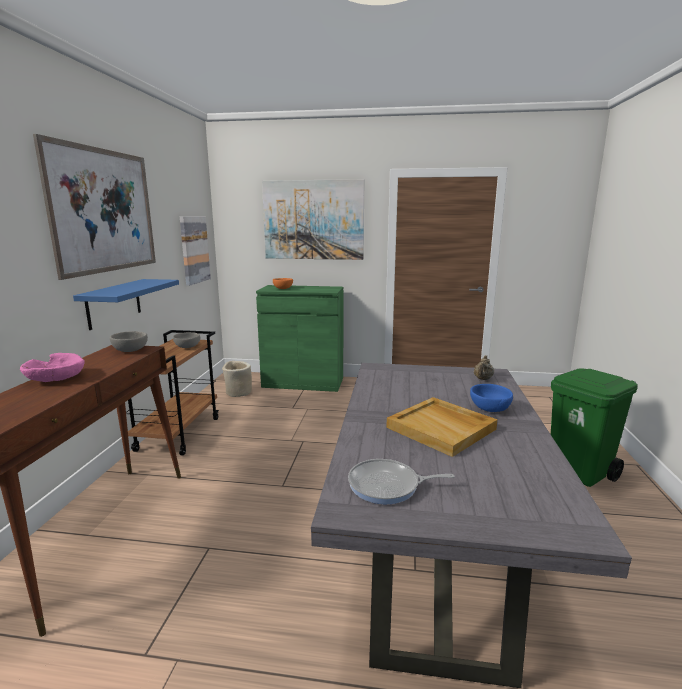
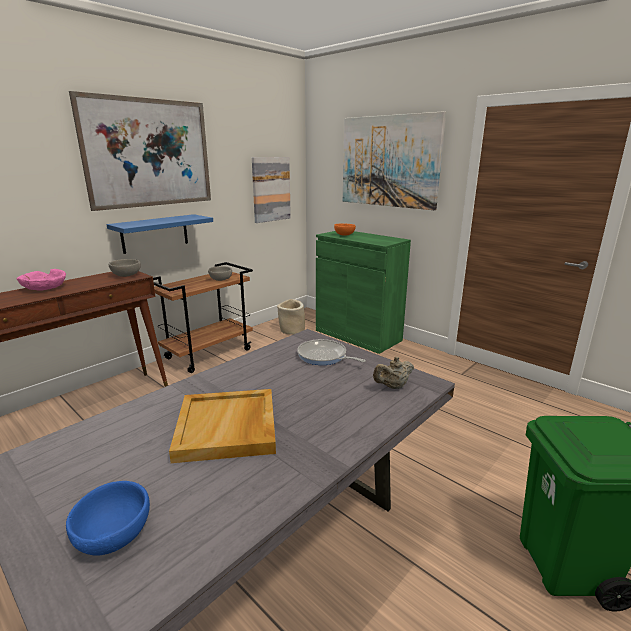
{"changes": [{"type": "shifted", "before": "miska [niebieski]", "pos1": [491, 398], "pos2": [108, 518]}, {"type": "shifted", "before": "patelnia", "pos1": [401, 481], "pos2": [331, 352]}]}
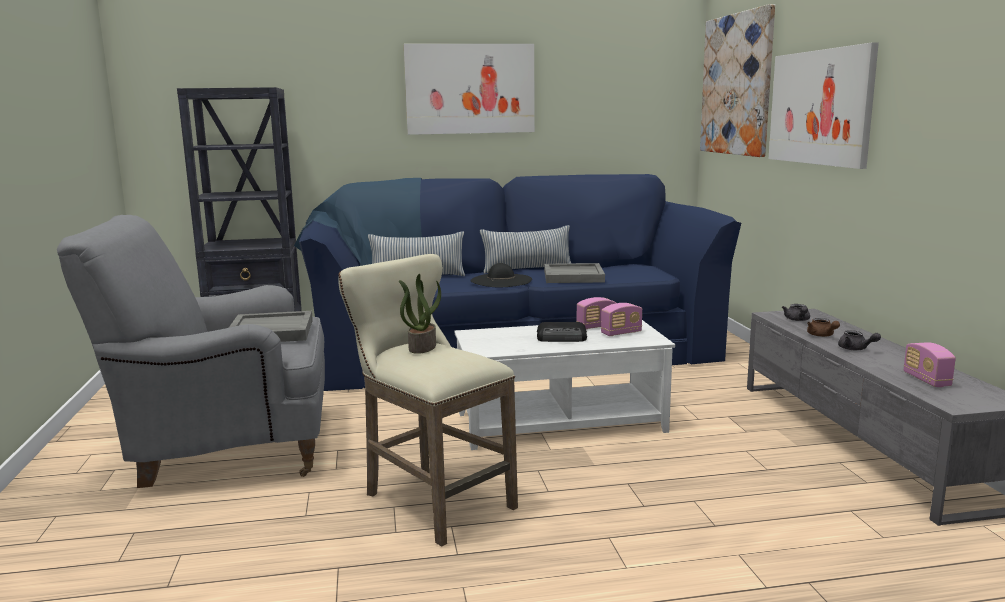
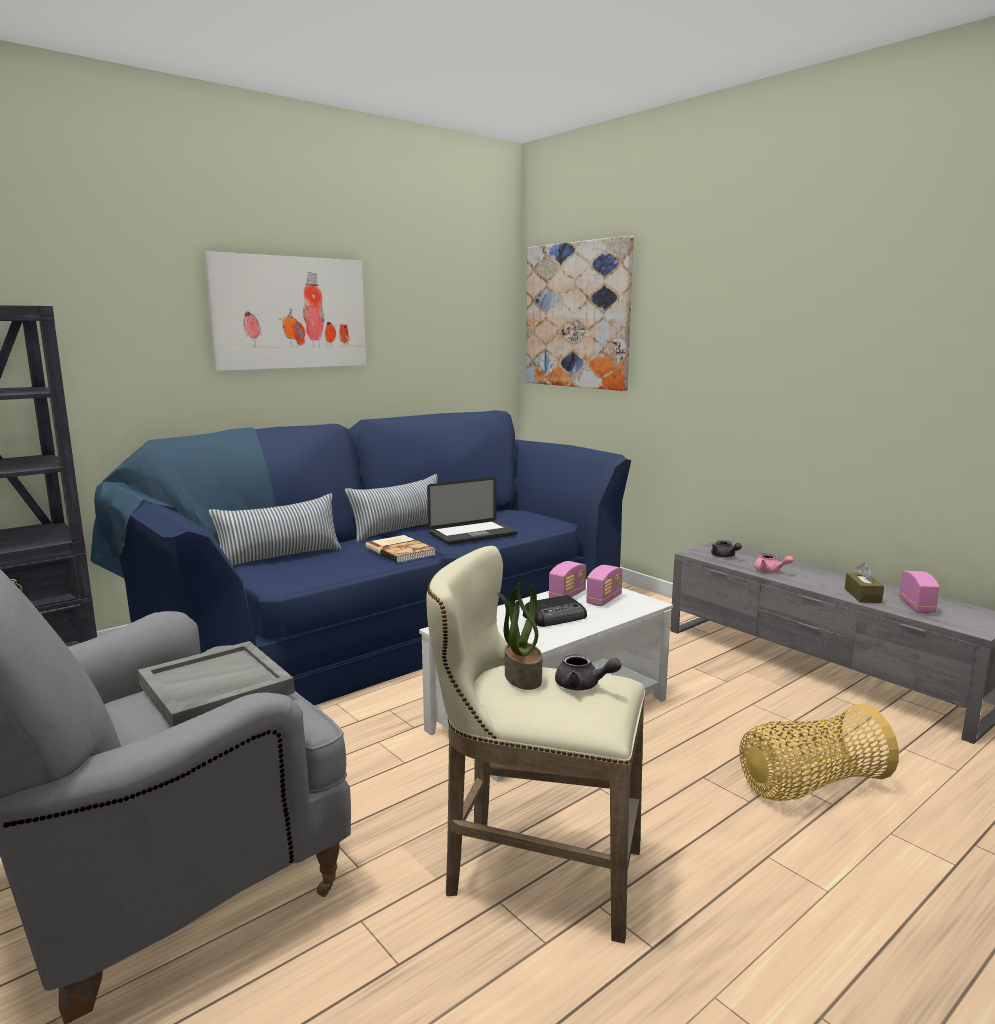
{"changes": [{"type": "gone", "before": "obraz", "pos1": [824, 105]}, {"type": "swapped", "before": "kapelusz [czarny]", "after": "książka", "pos1": [501, 275], "pos2": [401, 549]}, {"type": "swapped", "before": "taca [szary]", "after": "laptop", "pos1": [574, 273], "pos2": [472, 511]}, {"type": "repainted", "before": "imbryk [brązowy]", "after": "imbryk [różowy]", "pos1": [823, 327], "pos2": [773, 563]}, {"type": "shifted", "before": "imbryk [szary]", "pos1": [859, 340], "pos2": [588, 672]}, {"type": "rotated", "before": "radio", "pos1": [930, 364], "pos2": [919, 592], "turn": -135}, {"type": "new", "after": "pudełko chusteczek [brązowy]", "pos2": [864, 583]}, {"type": "new", "after": "koszyk", "pos2": [819, 752]}]}
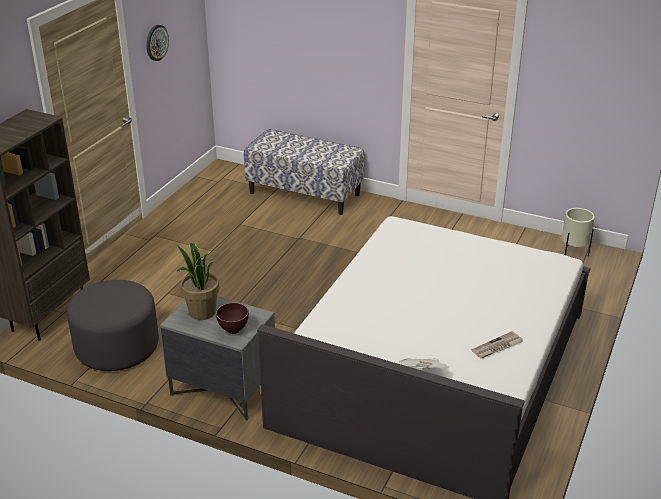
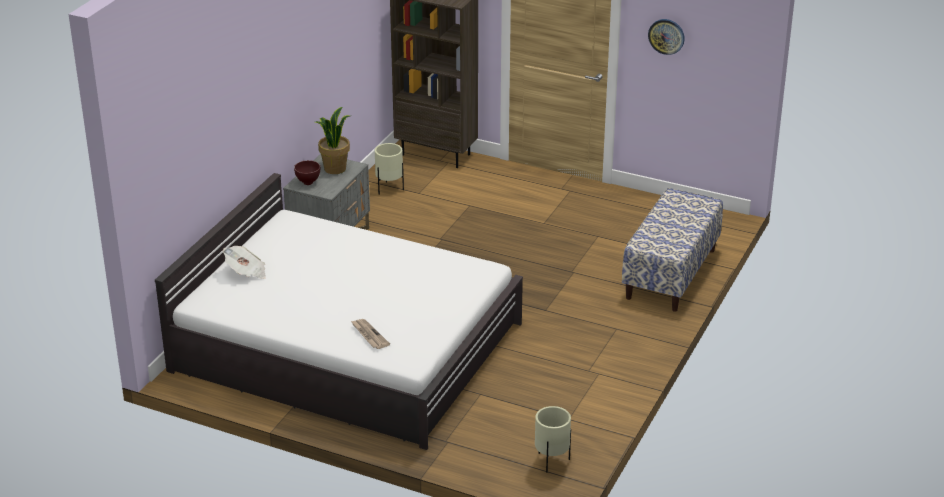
{"changes": [{"type": "swapped", "before": "pufa [szary]", "after": "donica [beżowy]", "pos1": [113, 325], "pos2": [389, 169]}, {"type": "shifted", "before": "gazeta", "pos1": [497, 344], "pos2": [370, 334]}]}
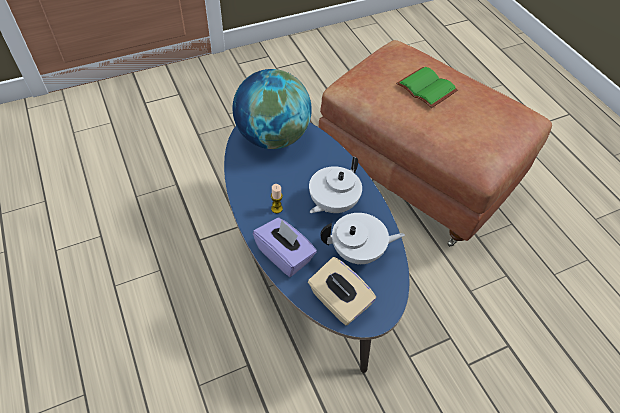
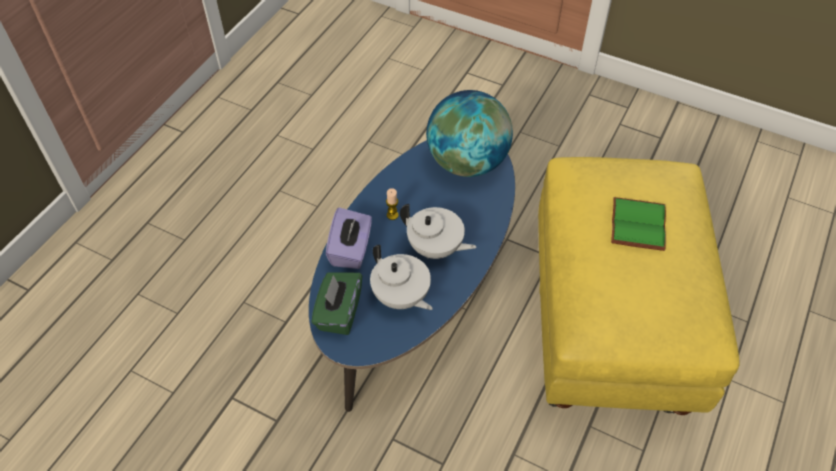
{"changes": [{"type": "repainted", "before": "pufa [brązowy]", "after": "pufa [żółty]", "pos1": [435, 143], "pos2": [639, 286]}, {"type": "rotated", "before": "imbryk [biały]", "pos1": [335, 184], "pos2": [438, 231], "turn": -150}, {"type": "repainted", "before": "pudełko chusteczek [beżowy]", "after": "pudełko chusteczek [zielony]", "pos1": [342, 291], "pos2": [336, 304]}]}
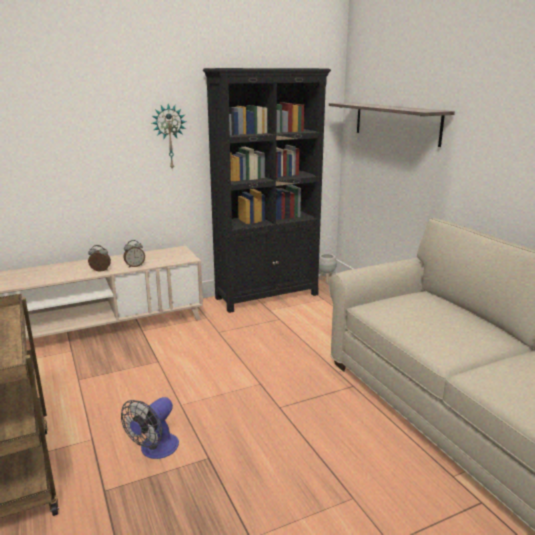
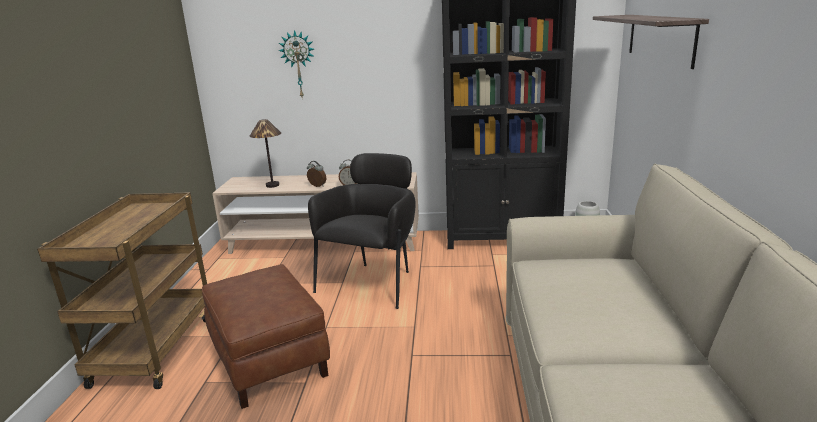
{"changes": [{"type": "shifted", "before": "zegar ścienny", "pos1": [169, 137], "pos2": [296, 63]}, {"type": "swapped", "before": "wentylator", "after": "pufa [brązowy]", "pos1": [150, 428], "pos2": [266, 336]}, {"type": "new", "after": "lampa stołowa", "pos2": [265, 153]}, {"type": "new", "after": "fotel [czarny]", "pos2": [362, 231]}]}
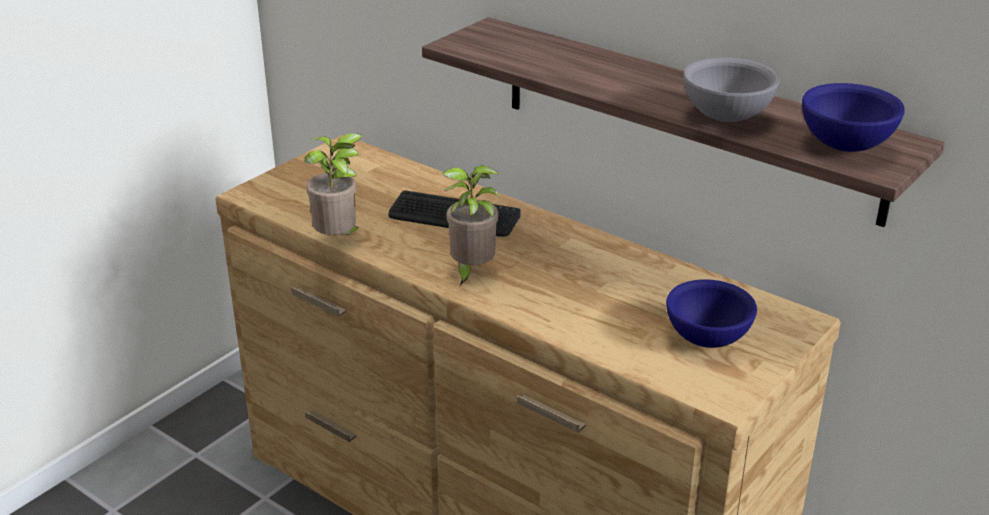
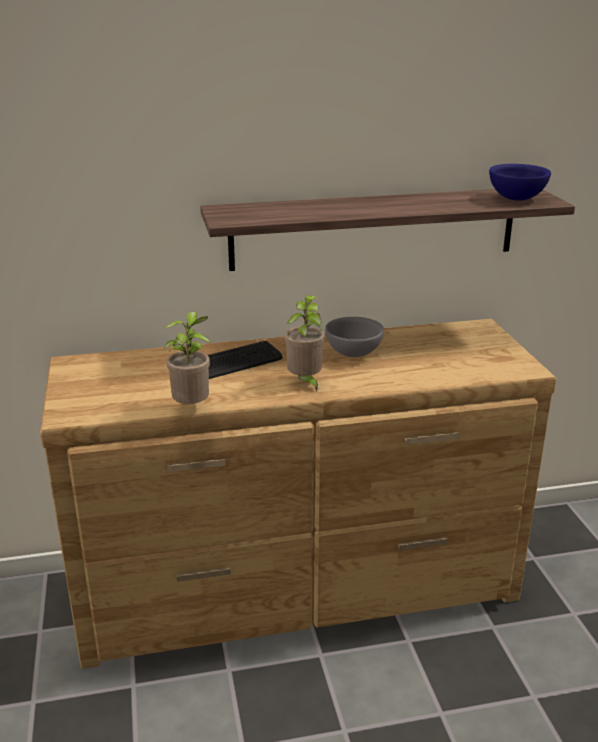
{"changes": [{"type": "shifted", "before": "miska [szary]", "pos1": [731, 90], "pos2": [354, 337]}, {"type": "gone", "before": "miska [niebieski]", "pos1": [711, 313]}]}
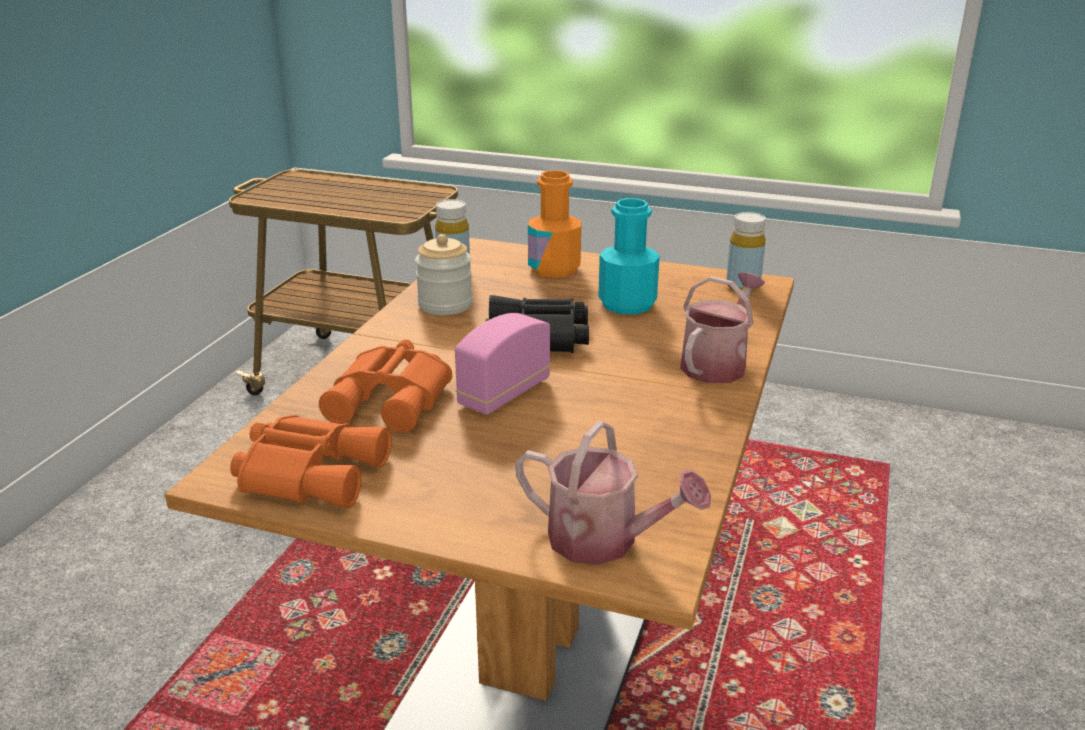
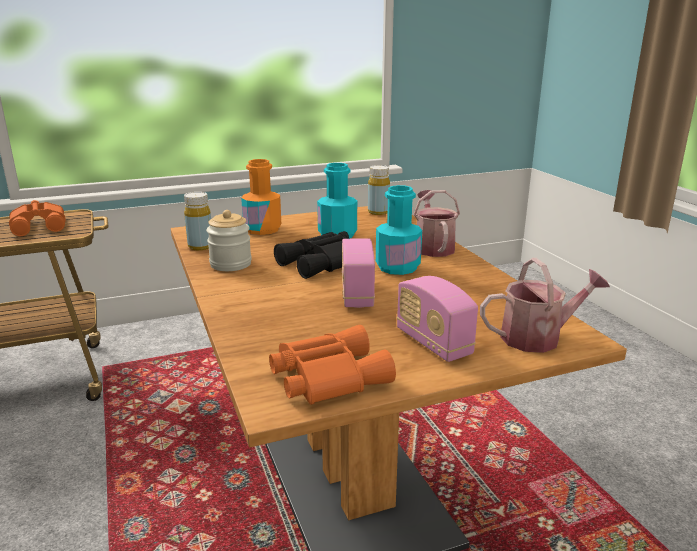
{"changes": [{"type": "shifted", "before": "lornetka [pomarańczowy]", "pos1": [385, 386], "pos2": [37, 218]}, {"type": "new", "after": "butelka [turkusowy]", "pos2": [399, 230]}, {"type": "new", "after": "radio", "pos2": [437, 319]}]}
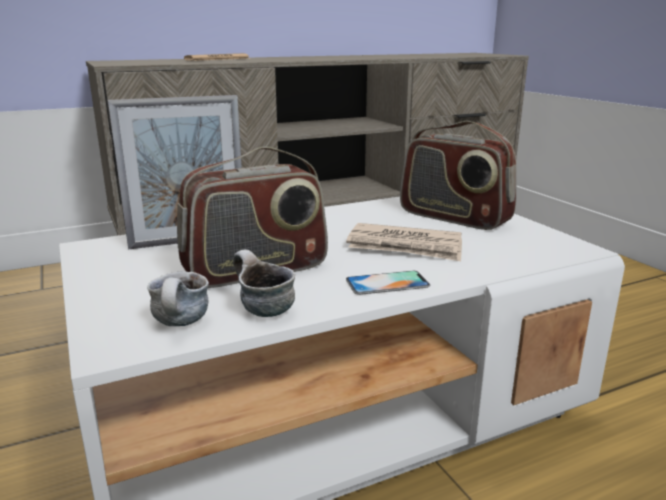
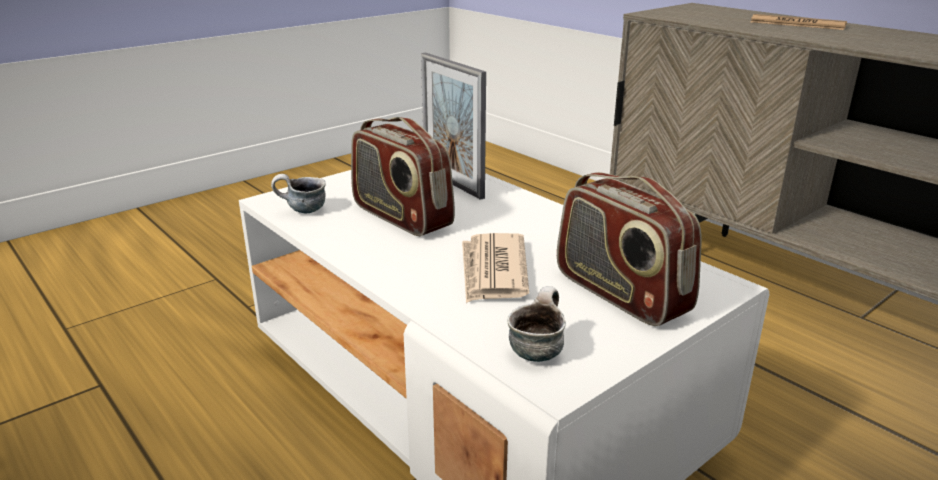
{"changes": [{"type": "rotated", "before": "radio", "pos1": [458, 175], "pos2": [629, 249], "turn": -60}, {"type": "shifted", "before": "kubek", "pos1": [264, 283], "pos2": [537, 324]}, {"type": "gone", "before": "telefon", "pos1": [388, 283]}]}
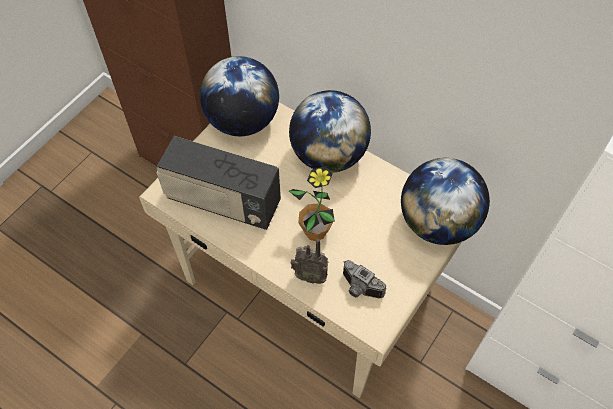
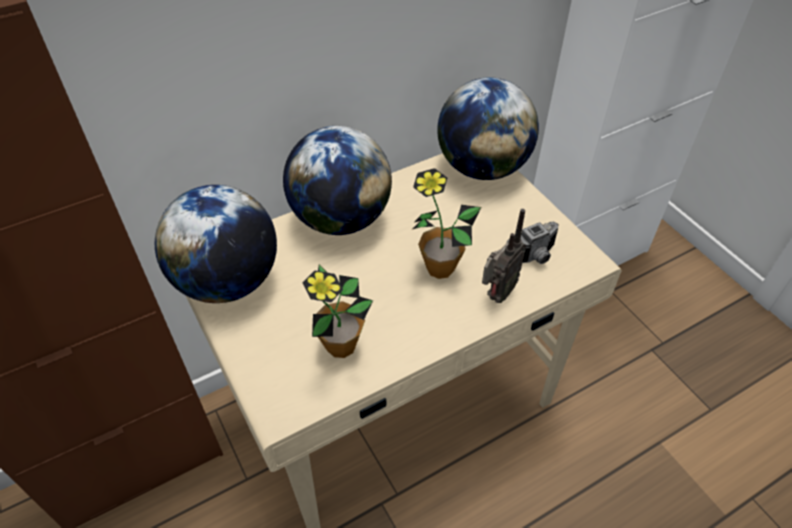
{"changes": [{"type": "swapped", "before": "radio", "after": "roślina doniczkowa", "pos1": [218, 183], "pos2": [338, 311]}]}
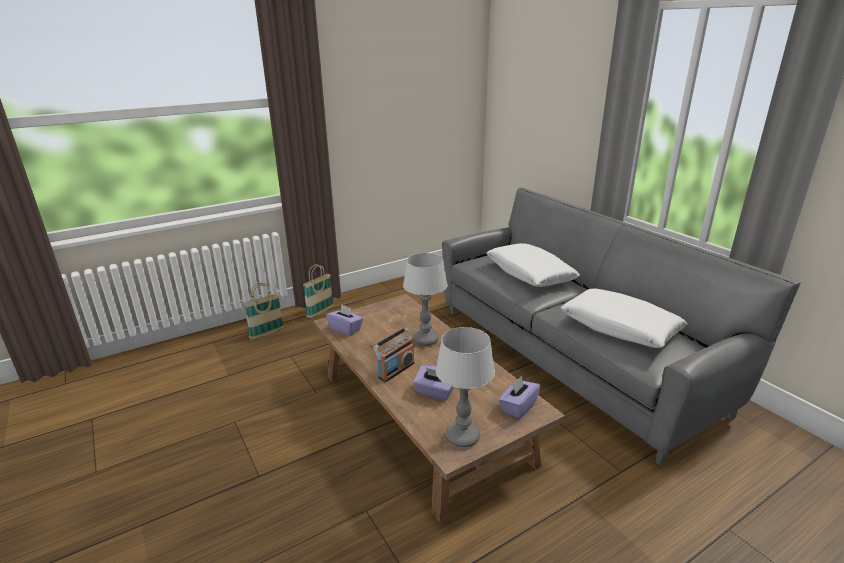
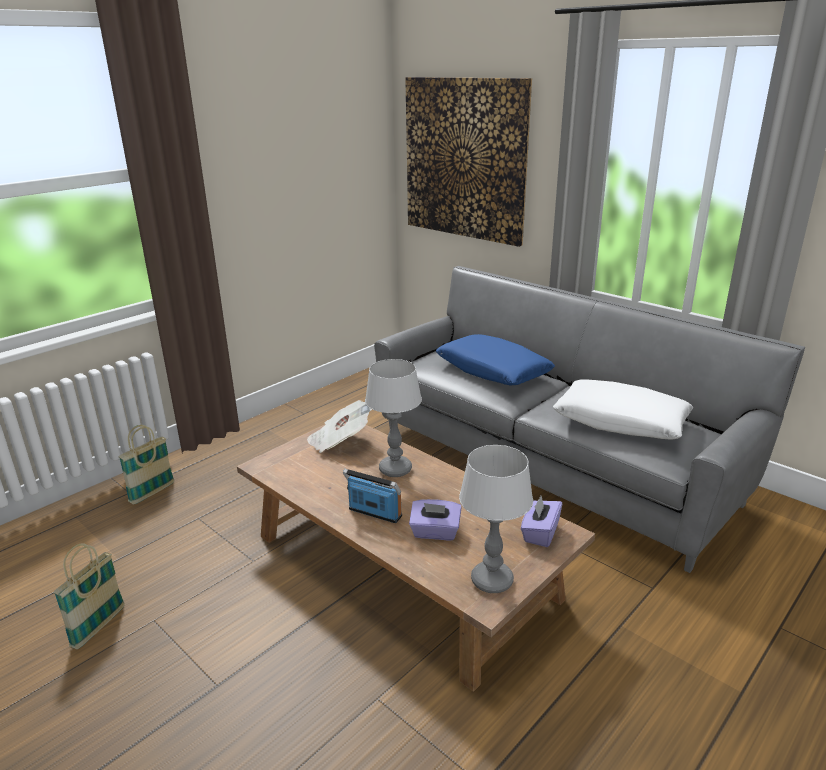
{"changes": [{"type": "repainted", "before": "poduszka [biały]", "after": "poduszka [niebieski]", "pos1": [533, 265], "pos2": [495, 360]}, {"type": "shifted", "before": "koszyk", "pos1": [318, 291], "pos2": [89, 596]}, {"type": "gone", "before": "pudełko chusteczek [fioletowy]", "pos1": [344, 320]}, {"type": "rotated", "before": "radio", "pos1": [393, 355], "pos2": [372, 496], "turn": -90}, {"type": "new", "after": "obraz", "pos2": [468, 162]}, {"type": "new", "after": "gazeta", "pos2": [339, 426]}]}
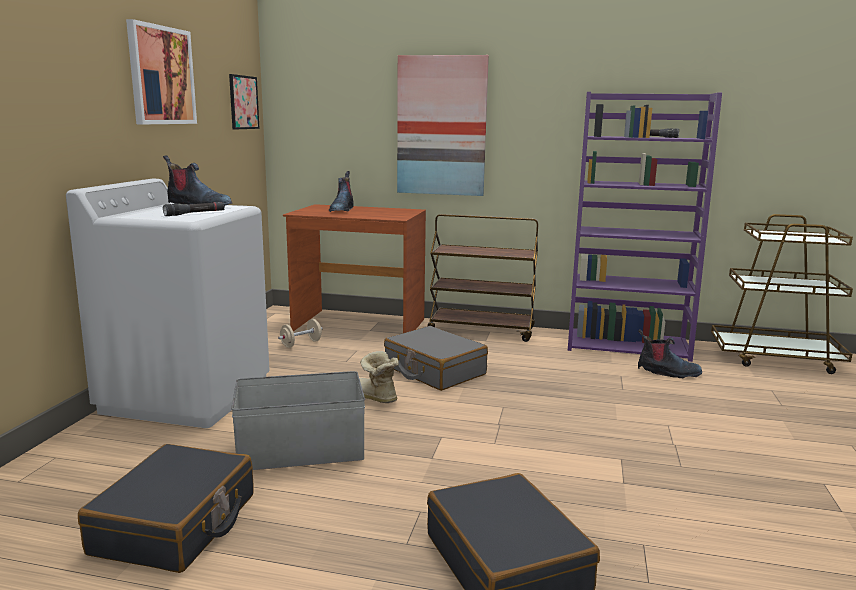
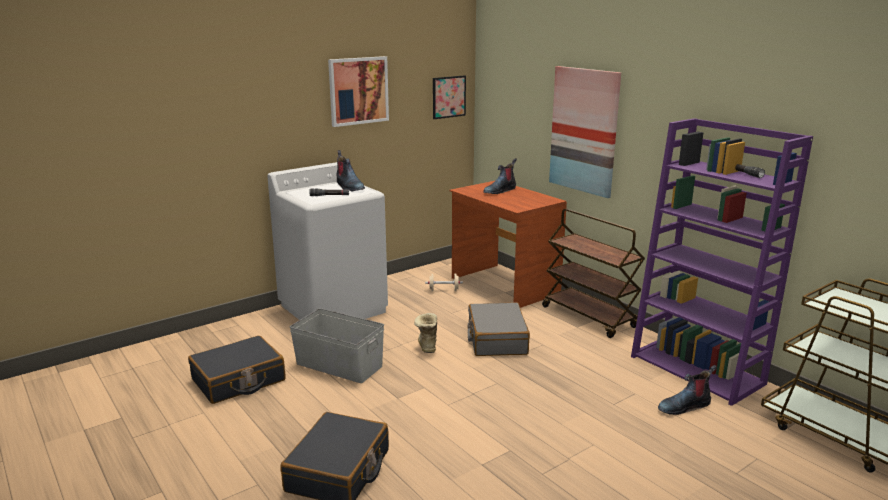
{"changes": [{"type": "rotated", "before": "but z cholewką", "pos1": [670, 353], "pos2": [687, 390], "turn": 105}]}
